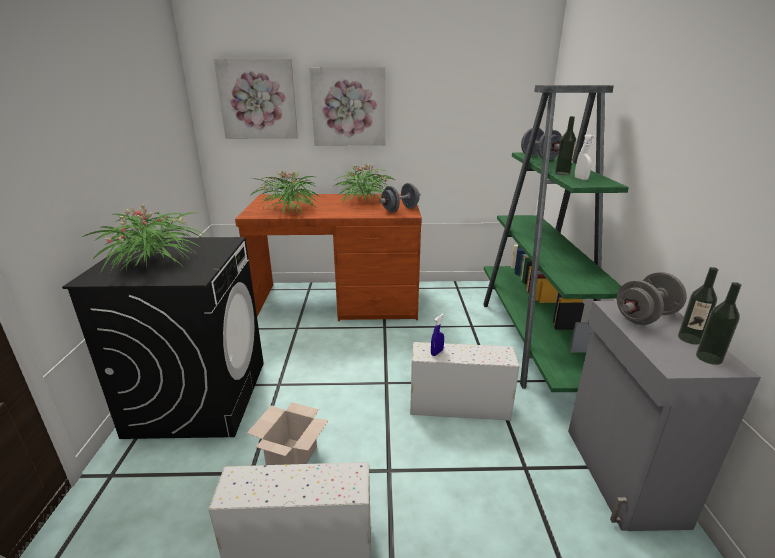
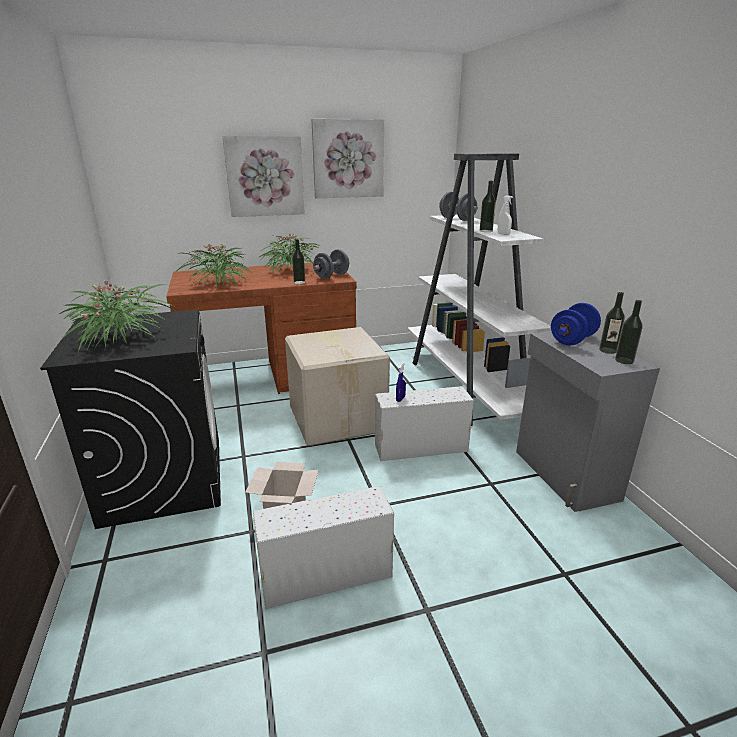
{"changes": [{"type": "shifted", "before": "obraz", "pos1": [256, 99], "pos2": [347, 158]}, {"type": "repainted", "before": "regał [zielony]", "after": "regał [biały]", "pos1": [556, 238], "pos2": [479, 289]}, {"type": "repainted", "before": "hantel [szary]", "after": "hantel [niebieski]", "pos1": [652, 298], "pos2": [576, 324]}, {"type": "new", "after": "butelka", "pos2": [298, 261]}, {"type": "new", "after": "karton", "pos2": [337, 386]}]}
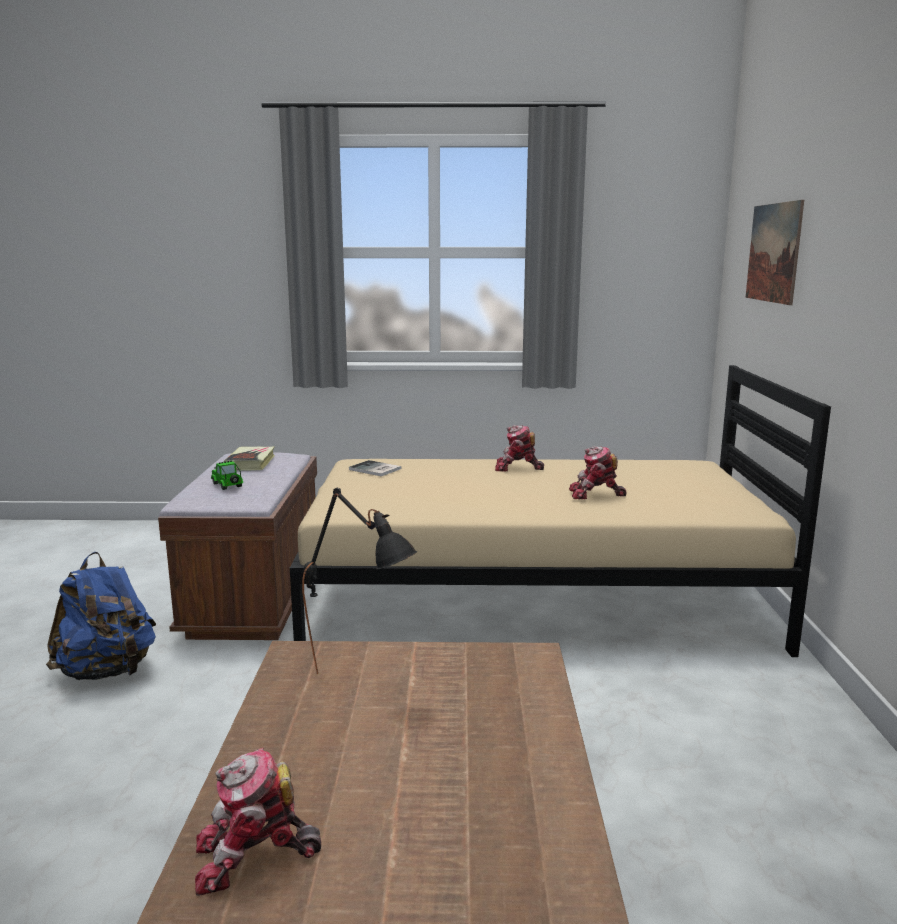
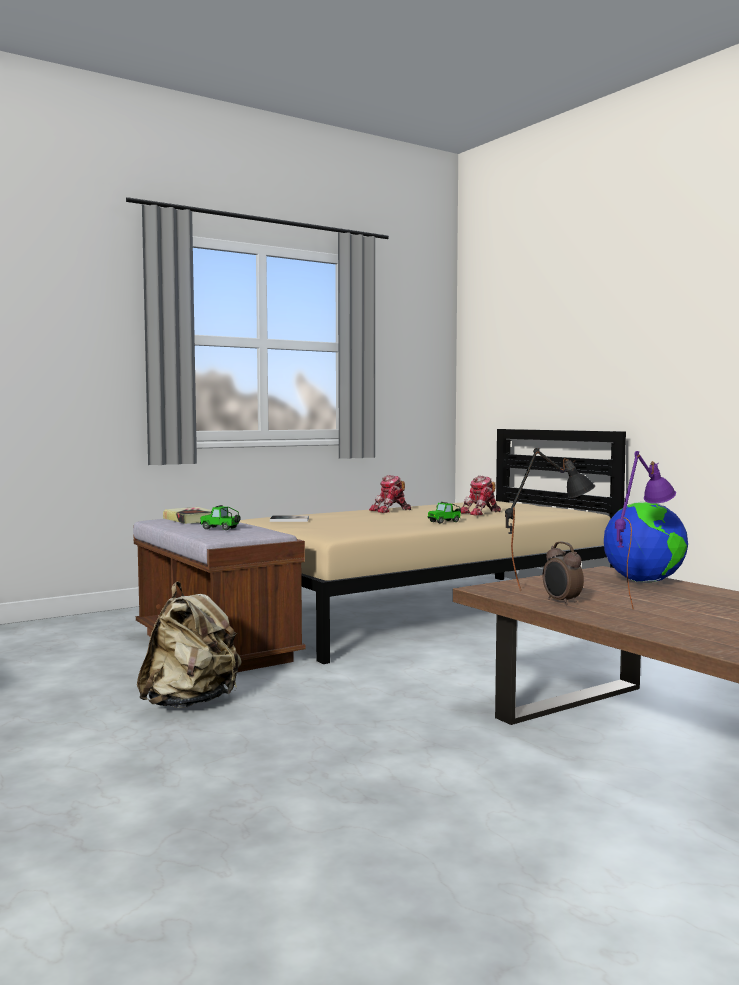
{"changes": [{"type": "gone", "before": "obraz", "pos1": [774, 252]}, {"type": "repainted", "before": "plecak [niebieski]", "after": "plecak [beżowy]", "pos1": [101, 616], "pos2": [189, 644]}, {"type": "gone", "before": "robot zabawkowy", "pos1": [258, 822]}, {"type": "new", "after": "lampa stołowa [fioletowy]", "pos2": [645, 530]}, {"type": "new", "after": "globus", "pos2": [646, 542]}, {"type": "new", "after": "samochodzik", "pos2": [444, 513]}, {"type": "new", "after": "budzik", "pos2": [563, 573]}]}
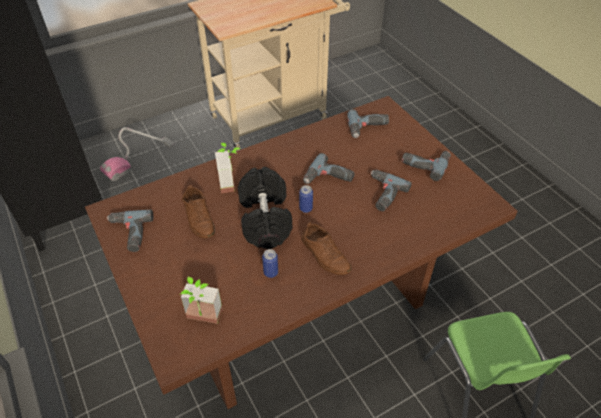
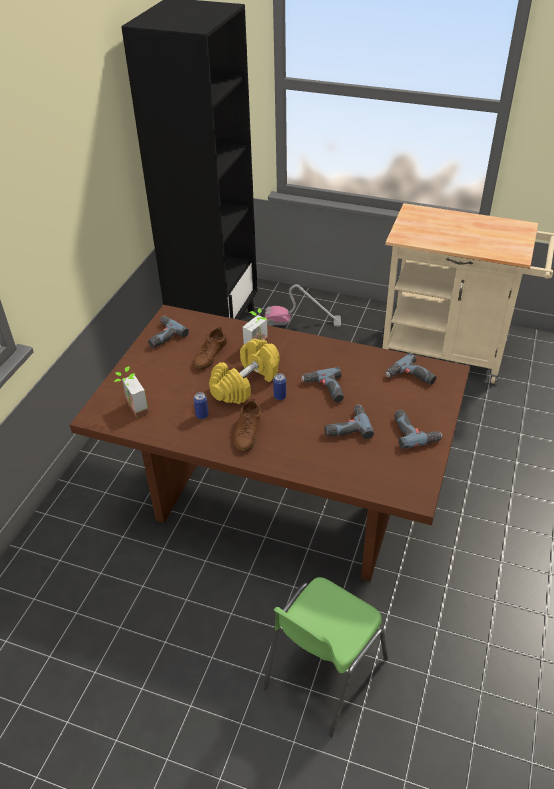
{"changes": [{"type": "repainted", "before": "hantel [czarny]", "after": "hantel [żółty]", "pos1": [265, 208], "pos2": [244, 371]}]}
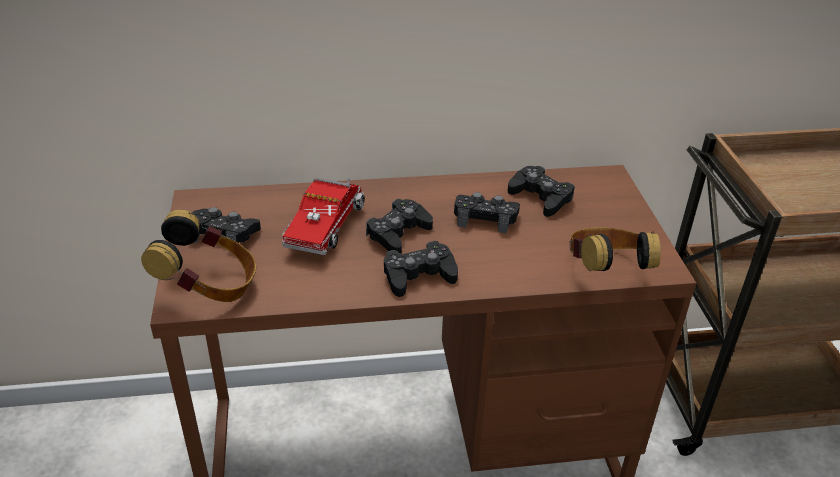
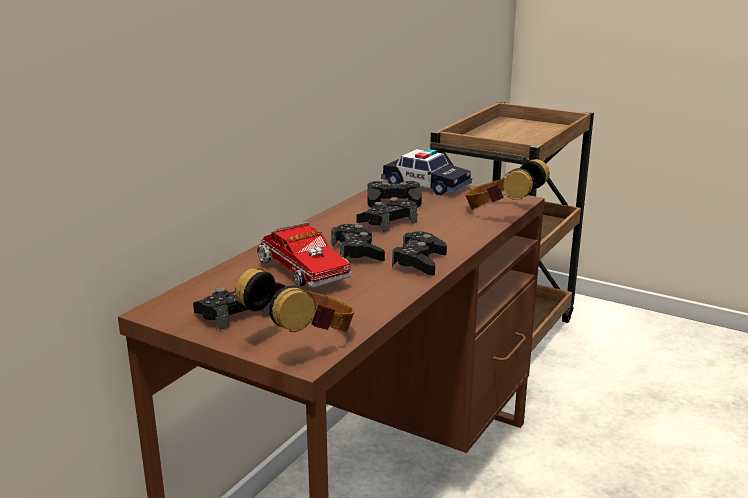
{"changes": [{"type": "new", "after": "samochodzik", "pos2": [426, 172]}]}
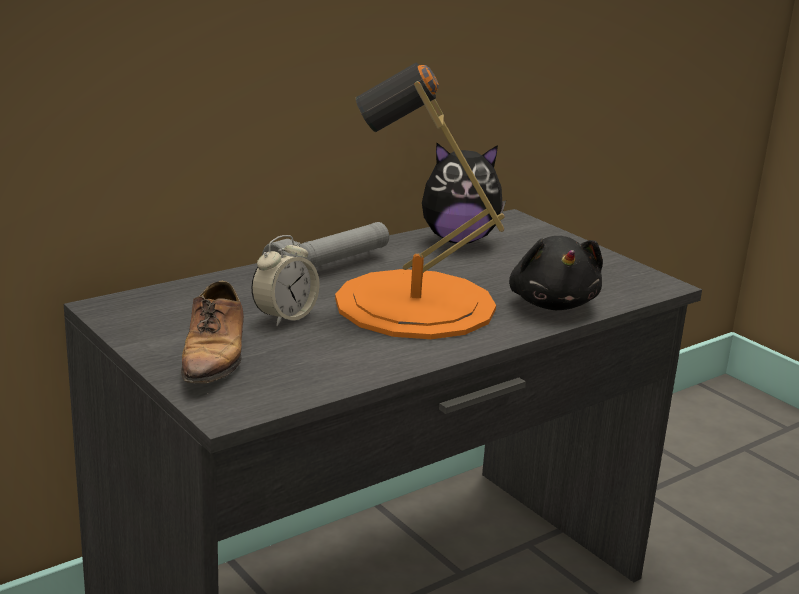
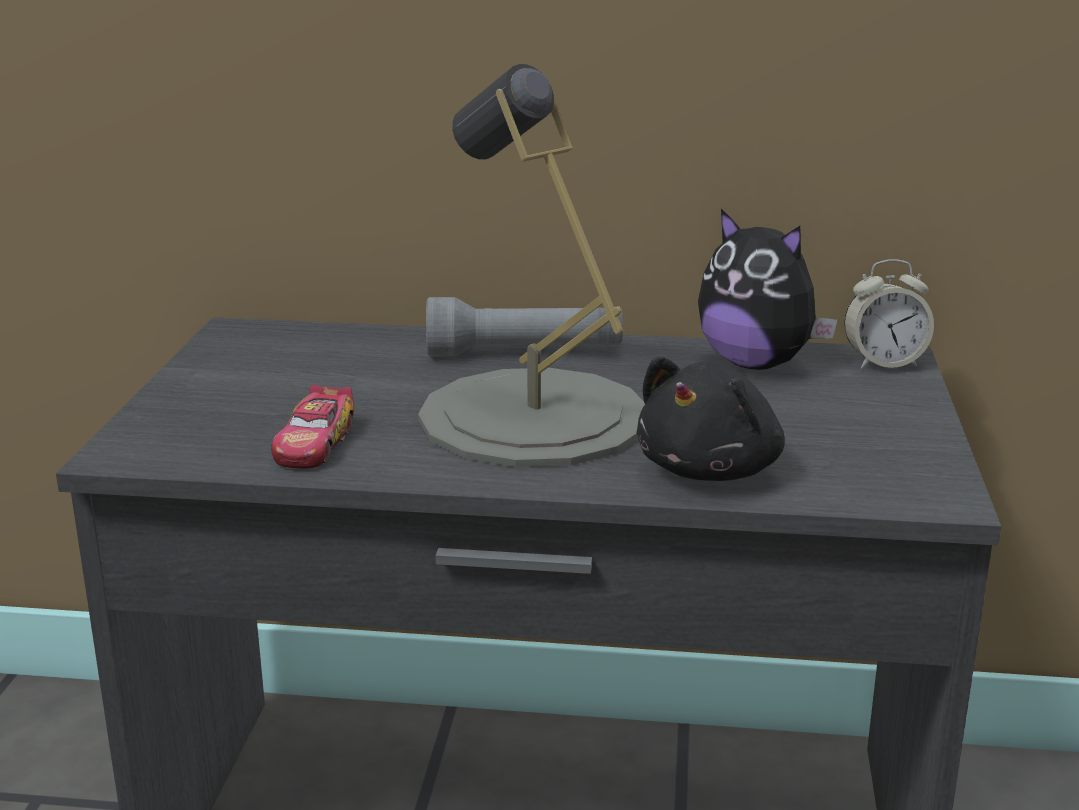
{"changes": [{"type": "repainted", "before": "lampa stołowa [pomarańczowy]", "after": "lampa stołowa [szary]", "pos1": [420, 200], "pos2": [531, 265]}, {"type": "shifted", "before": "budzik", "pos1": [285, 280], "pos2": [889, 314]}, {"type": "gone", "before": "but", "pos1": [212, 332]}, {"type": "new", "after": "samochodzik", "pos2": [312, 427]}]}
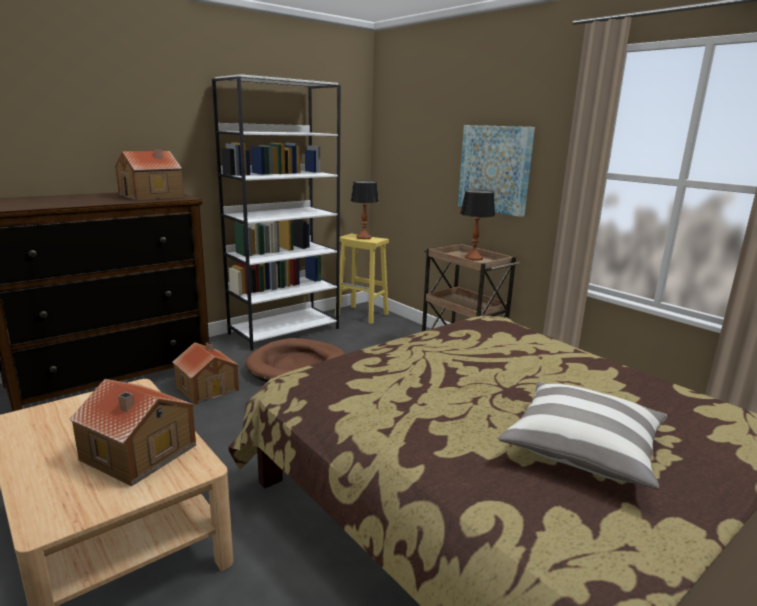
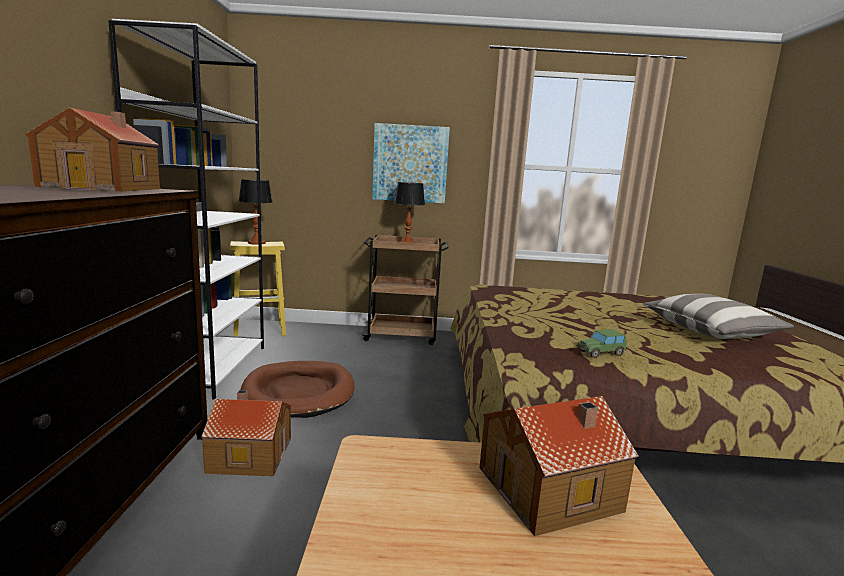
{"changes": [{"type": "new", "after": "samochodzik", "pos2": [601, 343]}]}
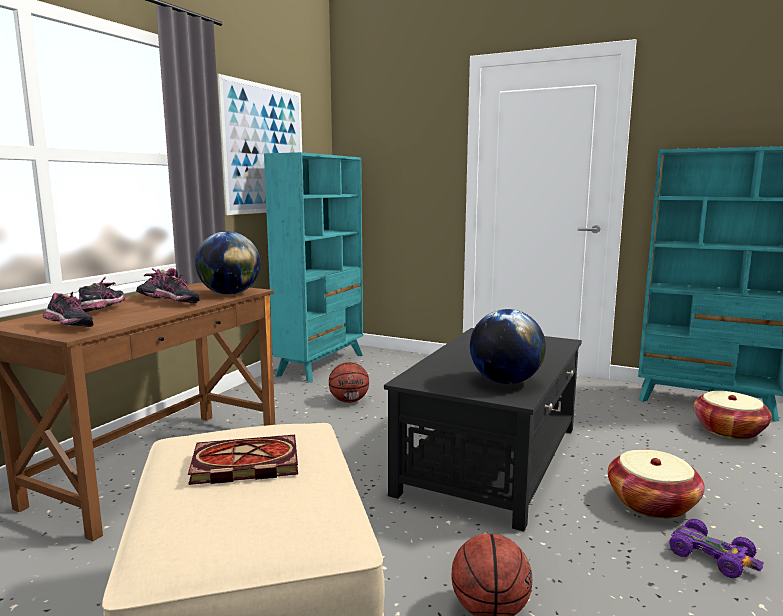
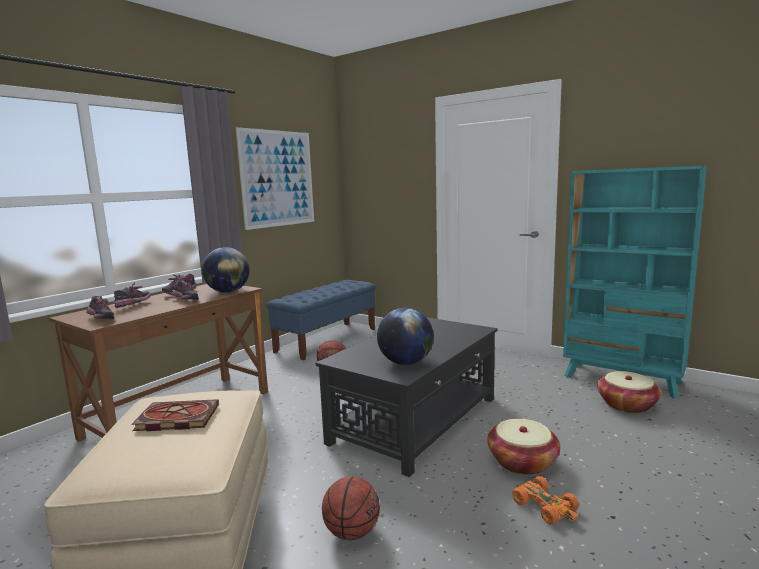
{"changes": [{"type": "swapped", "before": "regał [turkusowy]", "after": "ławka [niebieski]", "pos1": [313, 267], "pos2": [321, 320]}, {"type": "repainted", "before": "samochodzik [fioletowy]", "after": "samochodzik [pomarańczowy]", "pos1": [716, 548], "pos2": [545, 500]}]}
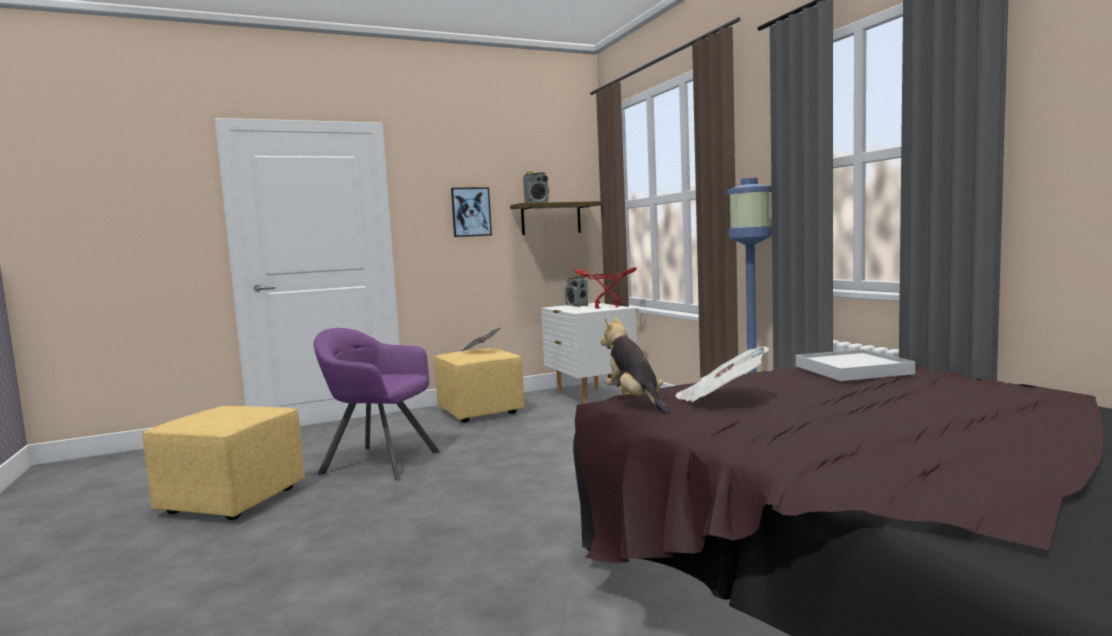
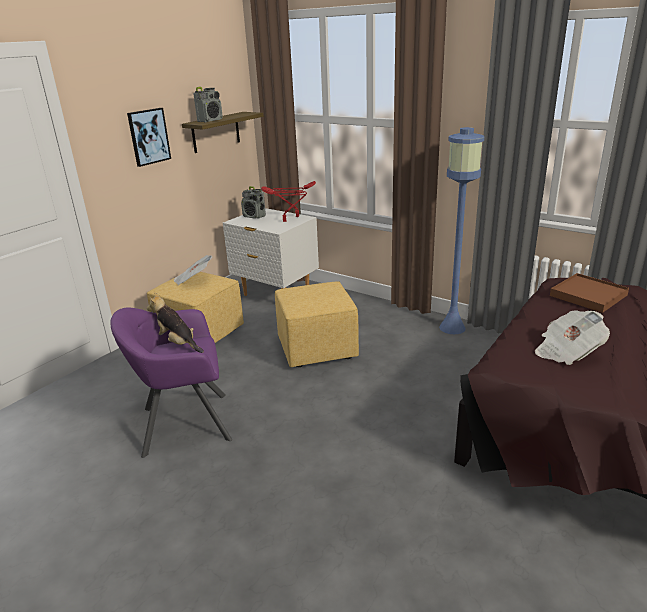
{"changes": [{"type": "shifted", "before": "pluszak", "pos1": [635, 365], "pos2": [175, 322]}, {"type": "repainted", "before": "taca [biały]", "after": "taca [brązowy]", "pos1": [855, 365], "pos2": [589, 293]}, {"type": "shifted", "before": "pufa [żółty]", "pos1": [224, 463], "pos2": [317, 324]}]}
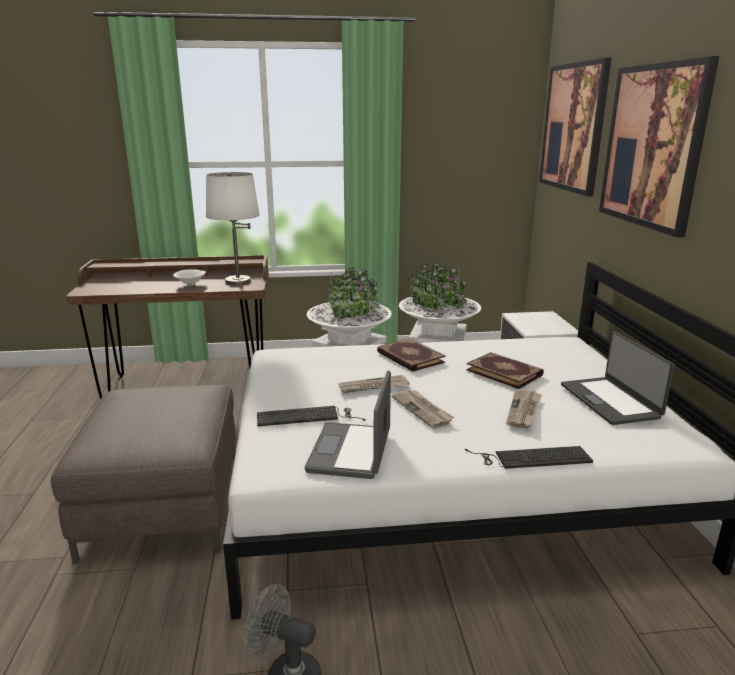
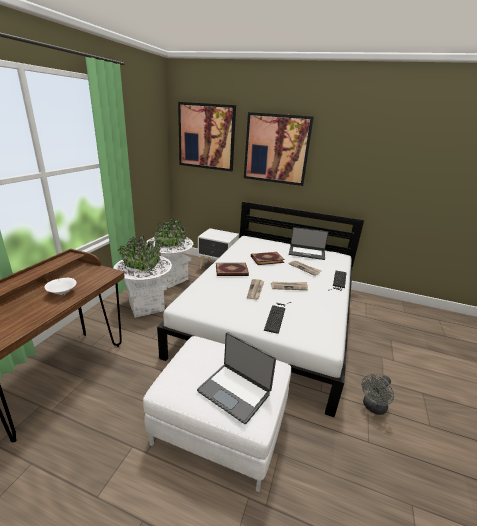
{"changes": [{"type": "gone", "before": "lampa stołowa [biały]", "pos1": [233, 228]}, {"type": "shifted", "before": "laptop", "pos1": [348, 425], "pos2": [236, 378]}, {"type": "repainted", "before": "pufa [brązowy]", "after": "pufa [biały]", "pos1": [143, 474], "pos2": [217, 414]}]}
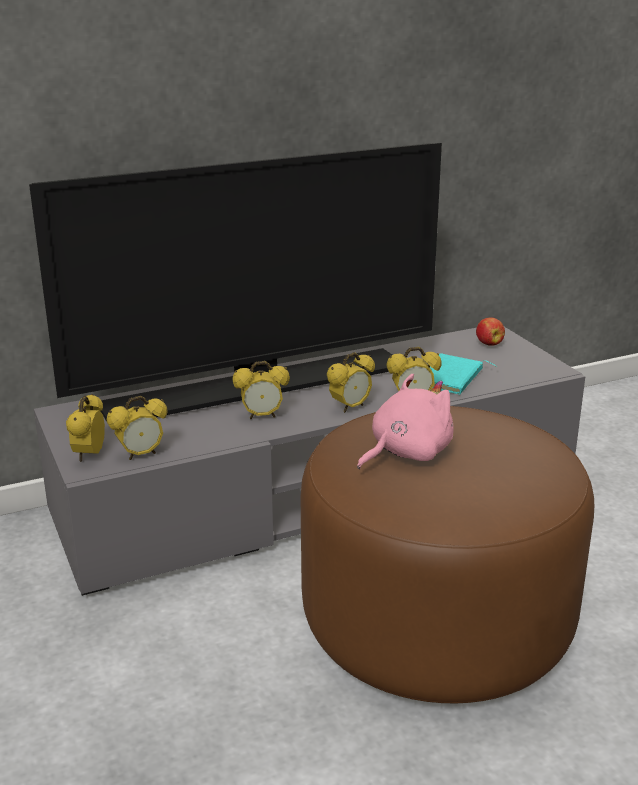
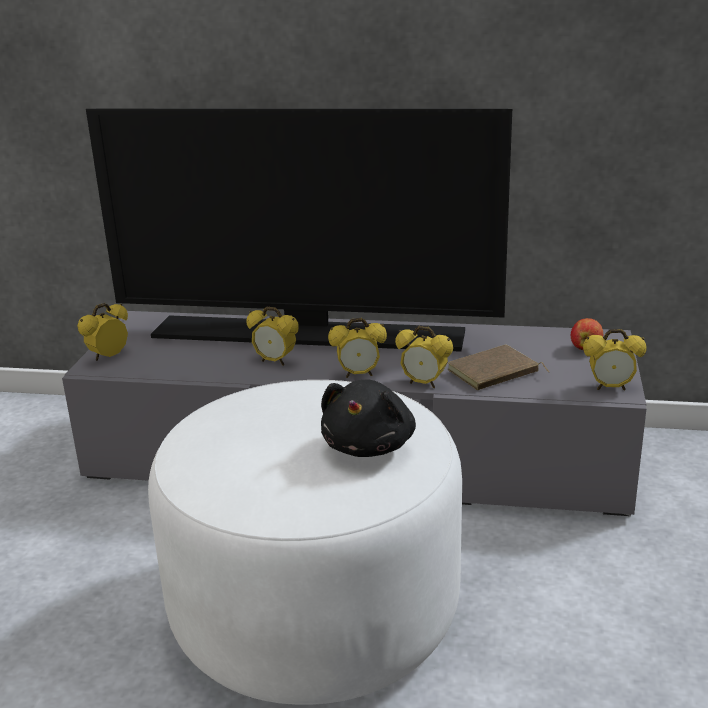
{"changes": [{"type": "repainted", "before": "książka [turkusowy]", "after": "książka [brązowy]", "pos1": [463, 374], "pos2": [498, 367]}, {"type": "gone", "before": "pluszak [różowy]", "pos1": [405, 421]}, {"type": "shifted", "before": "budzik", "pos1": [137, 428], "pos2": [615, 359]}, {"type": "repainted", "before": "pufa [brązowy]", "after": "pufa [biały]", "pos1": [447, 554], "pos2": [305, 542]}, {"type": "new", "after": "pluszak [czarny]", "pos2": [368, 418]}]}
